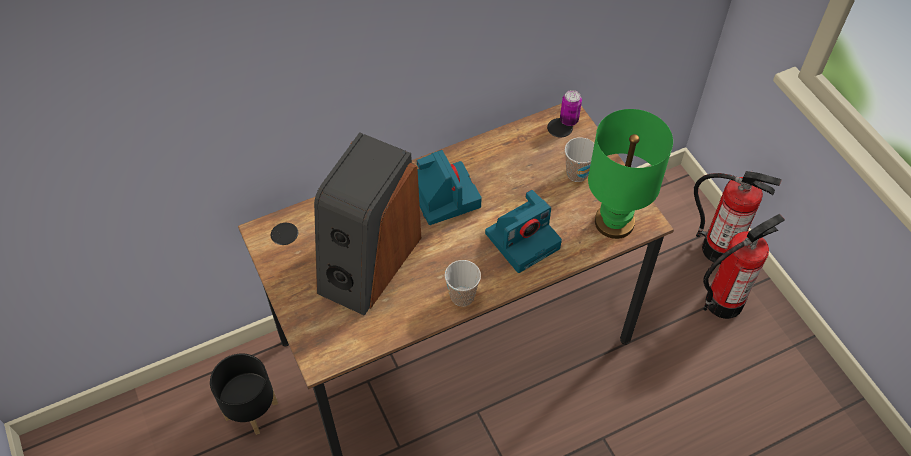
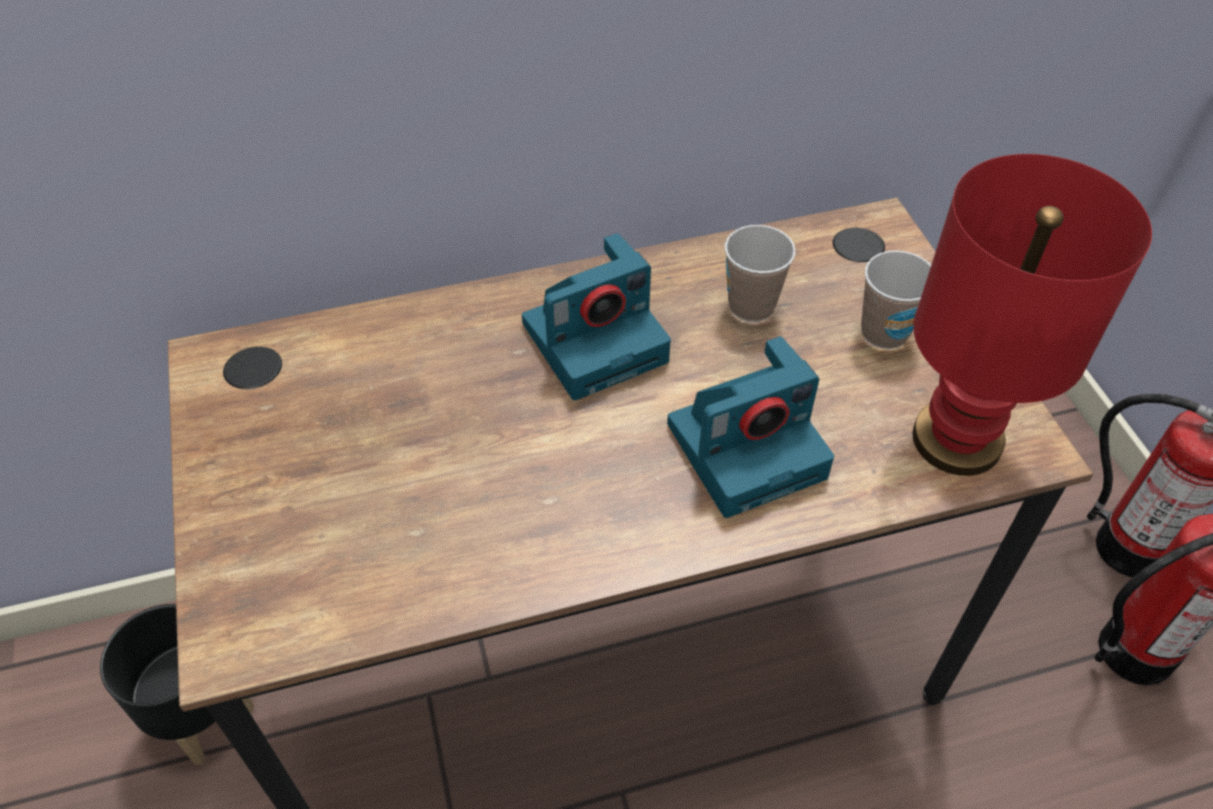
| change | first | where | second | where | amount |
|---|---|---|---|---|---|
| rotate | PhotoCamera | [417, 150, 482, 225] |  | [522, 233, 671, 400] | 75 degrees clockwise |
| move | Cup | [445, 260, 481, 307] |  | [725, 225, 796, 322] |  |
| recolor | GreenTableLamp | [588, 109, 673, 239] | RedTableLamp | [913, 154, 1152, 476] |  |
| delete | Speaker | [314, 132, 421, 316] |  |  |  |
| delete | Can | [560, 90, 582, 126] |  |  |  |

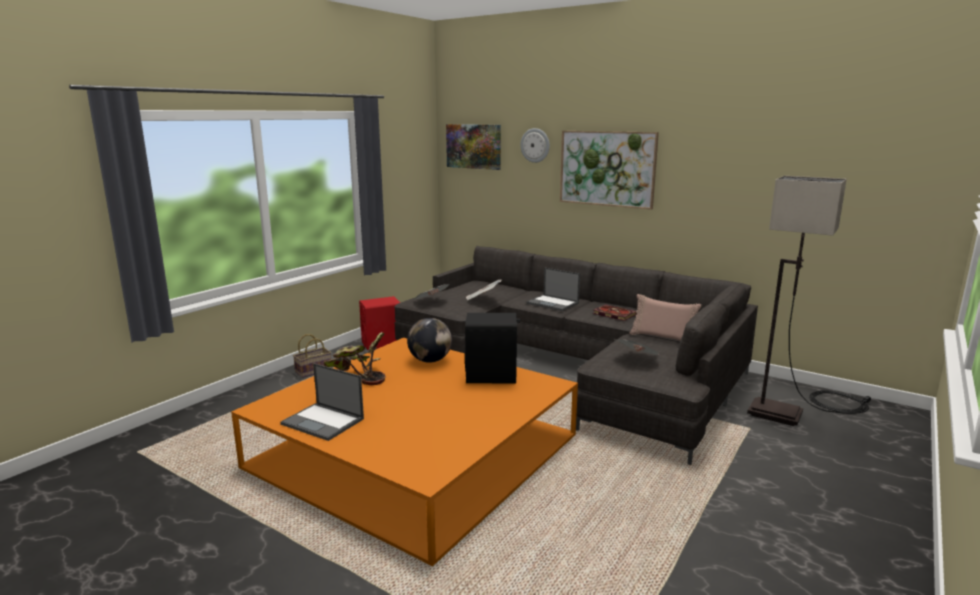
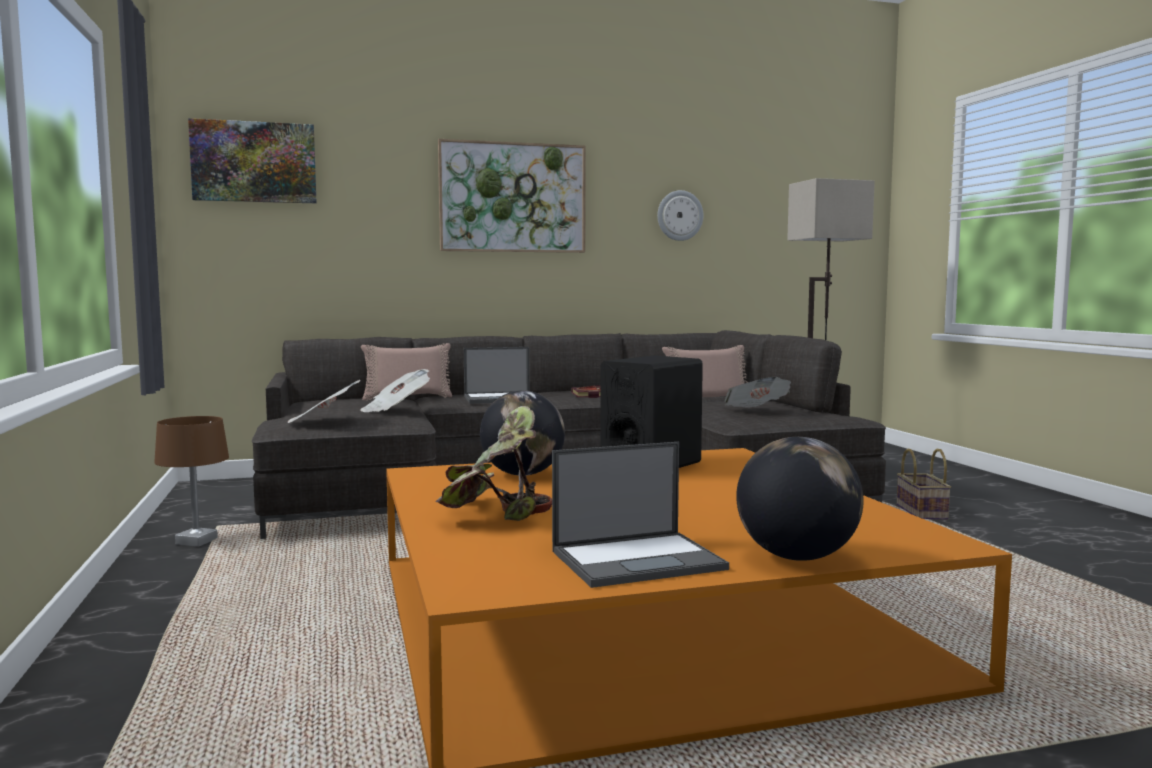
| change | first | where | second | where | amount |
|---|---|---|---|---|---|
| replace | RedSpeaker | [359, 296, 400, 350] | BrownTableLamp | [154, 416, 229, 547] |  |
| insert |  |  | BeigePillow | [361, 343, 452, 401] |  |
| move | WallClock | [520, 128, 550, 163] |  | [657, 190, 703, 241] |  |
| insert |  |  | Globe | [736, 437, 864, 561] |  |
| move | Basket | [293, 334, 332, 378] |  | [897, 449, 951, 520] |  |

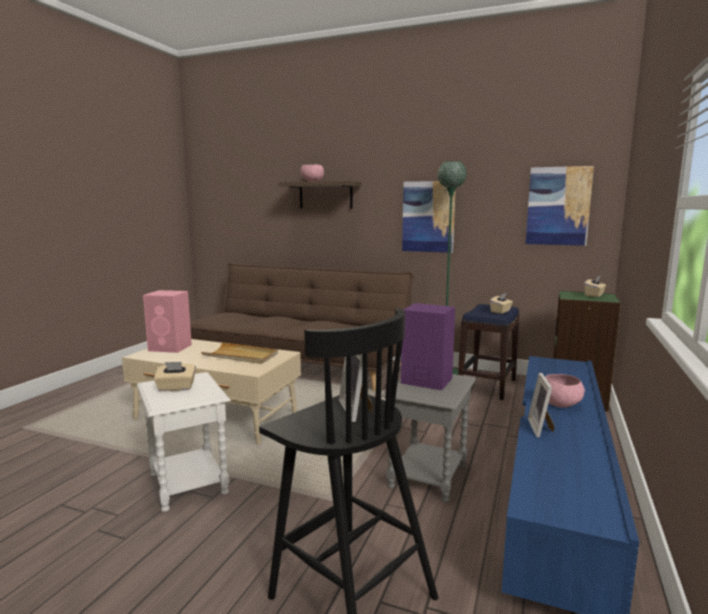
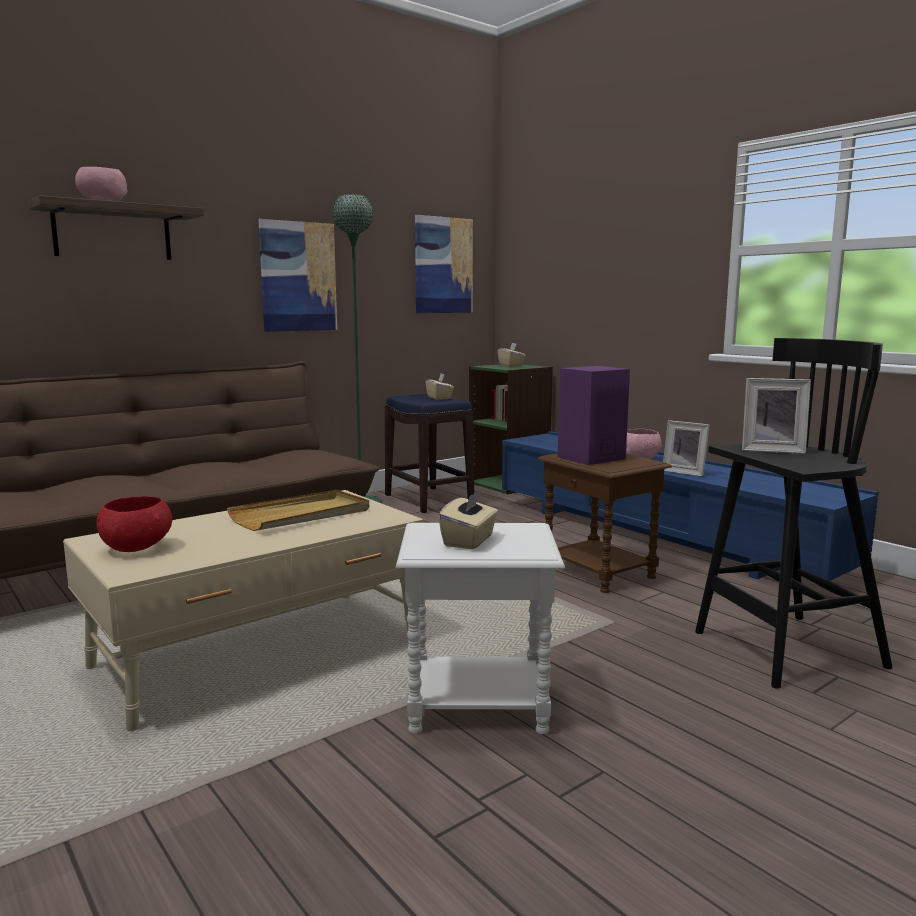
| change | first | where | second | where | amount |
|---|---|---|---|---|---|
| replace | PinkSpeaker | [143, 290, 192, 353] | RedBowl | [96, 496, 172, 552] |  |
| recolor | GreySideTable | [381, 374, 476, 502] | BrownSideTable | [537, 454, 672, 593] |  |

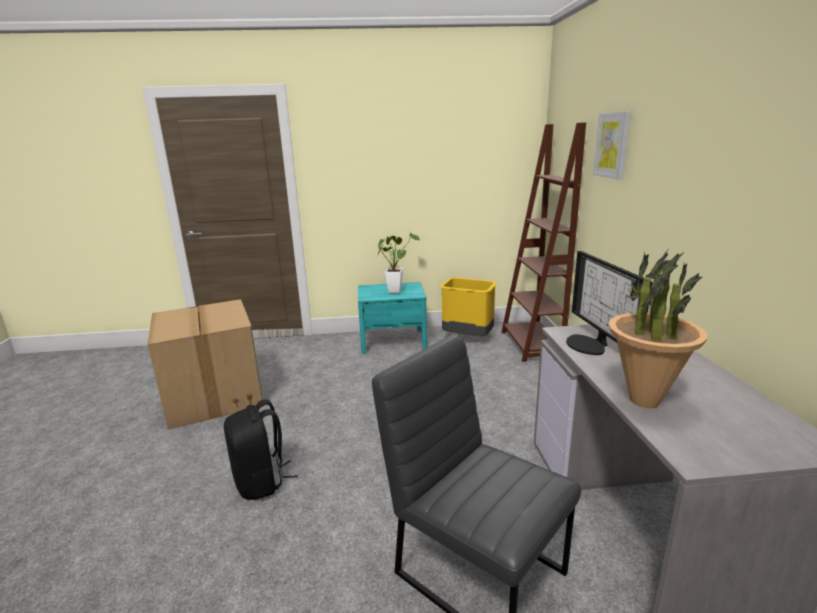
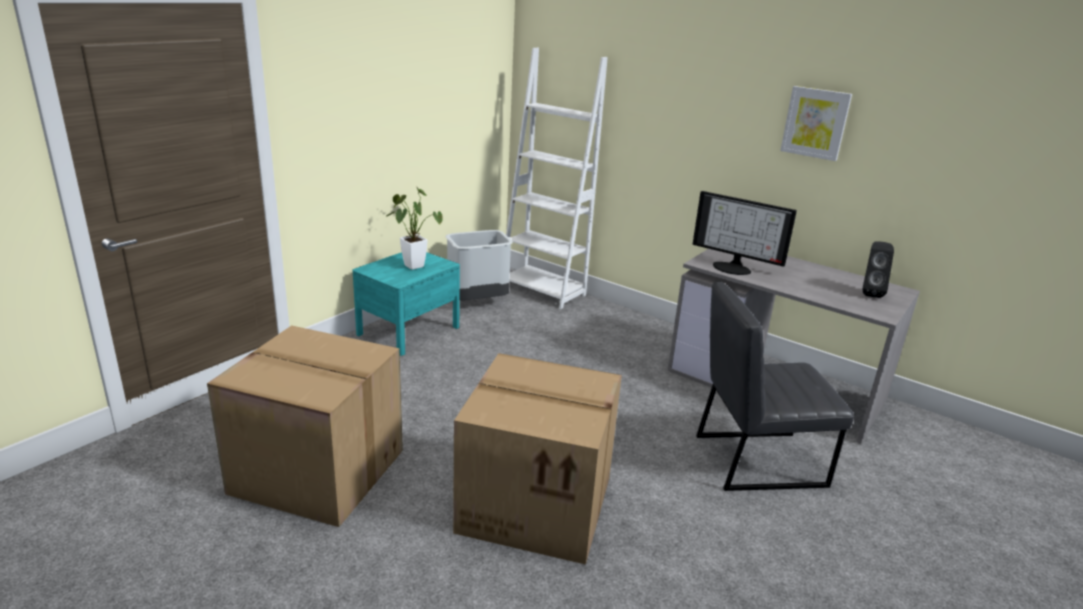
| change | first | where | second | where | amount |
|---|---|---|---|---|---|
| recolor | YellowTrashCan | [440, 278, 497, 336] | GreyTrashCan | [446, 230, 513, 300] |  |
| replace | BlackBackpack | [224, 399, 298, 500] | CardboardBox | [453, 353, 622, 565] |  |
| recolor | BrownBookcase | [501, 122, 586, 362] | WhiteBookcase | [506, 48, 608, 309] |  |
| move | Picture | [593, 111, 631, 179] |  | [780, 86, 852, 161] |  |
| insert |  |  | BlackSpeaker | [863, 241, 894, 298] |  |
| delete | PottedPlant | [609, 250, 707, 408] |  |  |  |

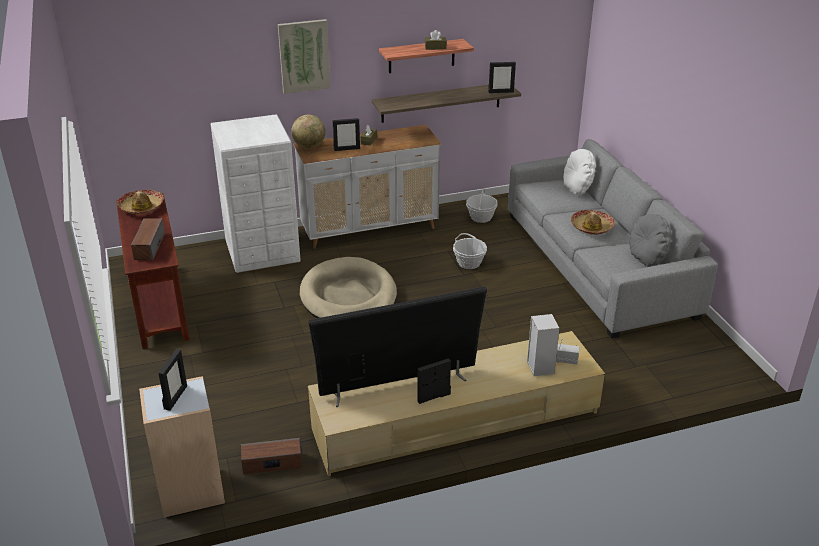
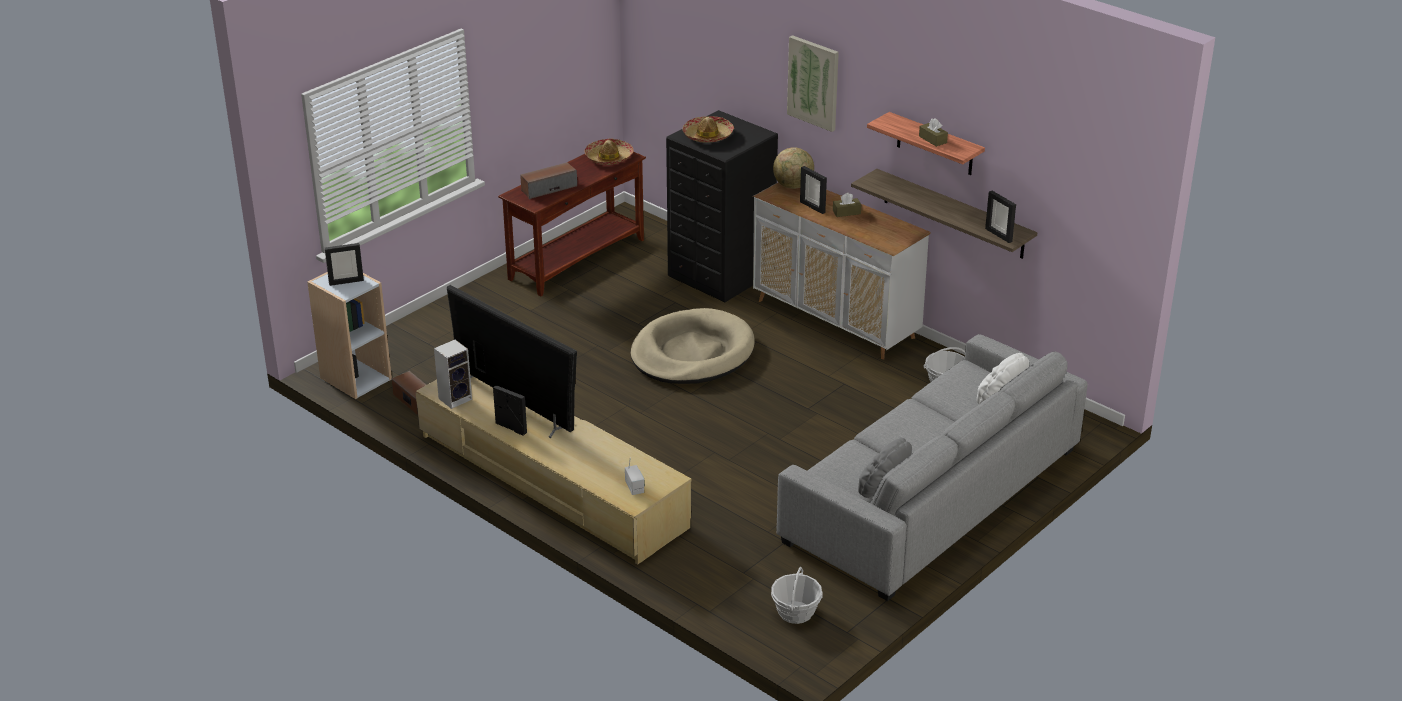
| change | first | where | second | where | amount |
|---|---|---|---|---|---|
| move | Speaker | [527, 314, 560, 376] |  | [434, 340, 472, 409] |  |
| recolor | WhiteDresser | [211, 114, 301, 273] | BlackDresser | [666, 110, 778, 302] |  |
| move | Hat | [571, 210, 615, 235] |  | [683, 116, 734, 143] |  |
| move | Basket | [453, 233, 487, 269] |  | [771, 567, 823, 624] |  |

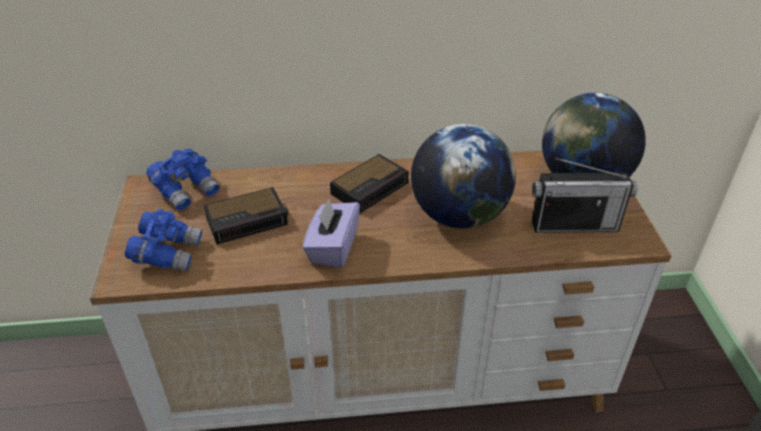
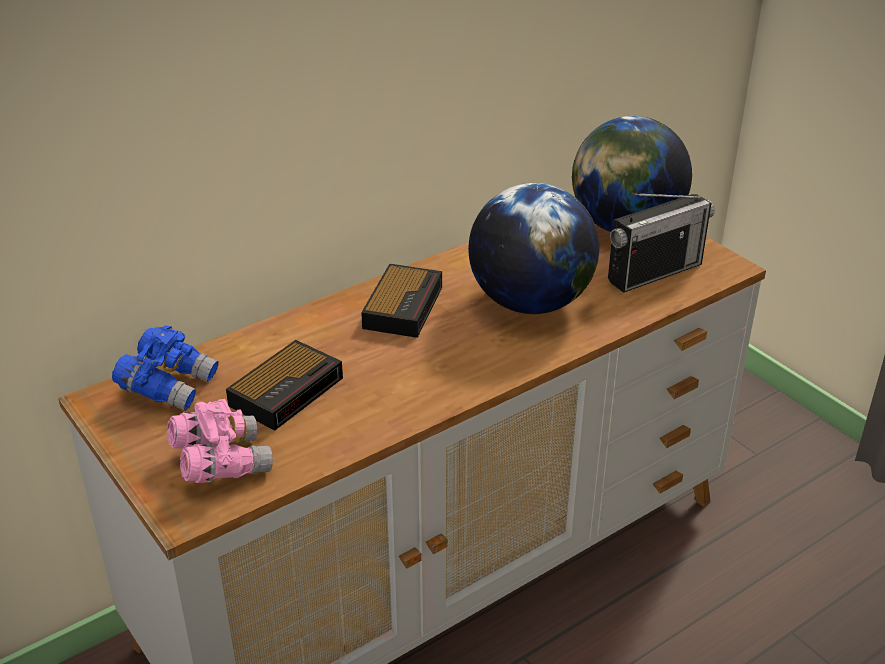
| change | first | where | second | where | amount |
|---|---|---|---|---|---|
| recolor | BlueBinoculars | [125, 209, 202, 271] | PinkBinoculars | [167, 399, 273, 483] |  |
| delete | PurpleTissueBox | [303, 198, 360, 268] |  |  |  |

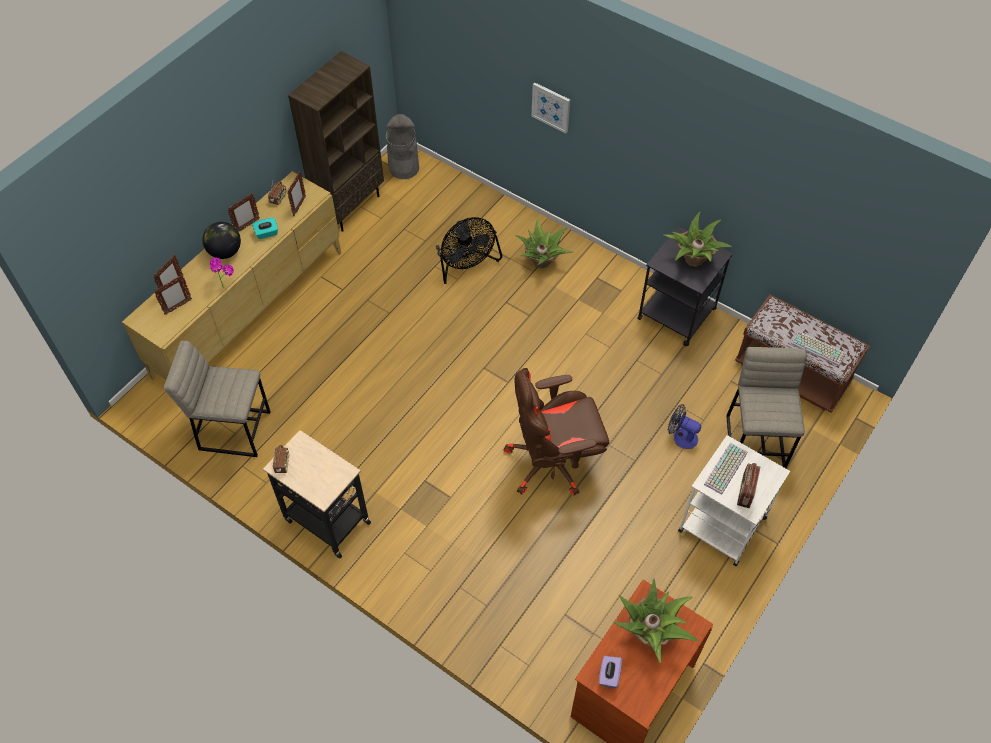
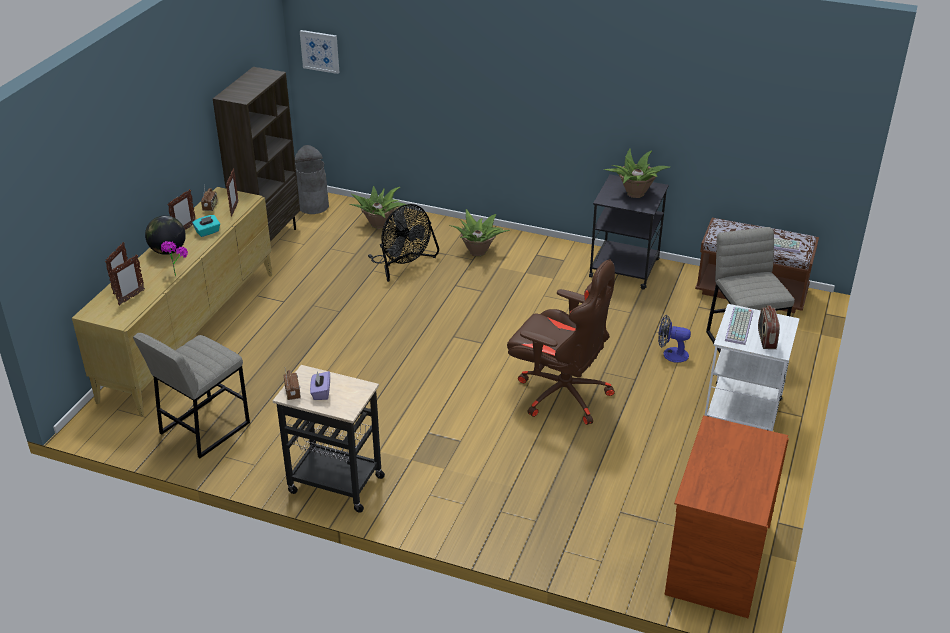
| change | first | where | second | where | amount |
|---|---|---|---|---|---|
| rotate | GreyChair | [164, 341, 271, 457] |  | [133, 333, 250, 458] | 45 degrees counterclockwise |
| move | Picture | [531, 82, 570, 133] |  | [300, 30, 339, 74] |  |
| move | PurpleTissueBox | [599, 656, 622, 688] |  | [310, 371, 330, 400] |  |
| move | PottedPlant | [613, 578, 698, 663] |  | [350, 186, 409, 229] |  |
| rotate | BrownOfficeChair | [504, 368, 609, 495] |  | [507, 259, 615, 425] | 120 degrees counterclockwise |

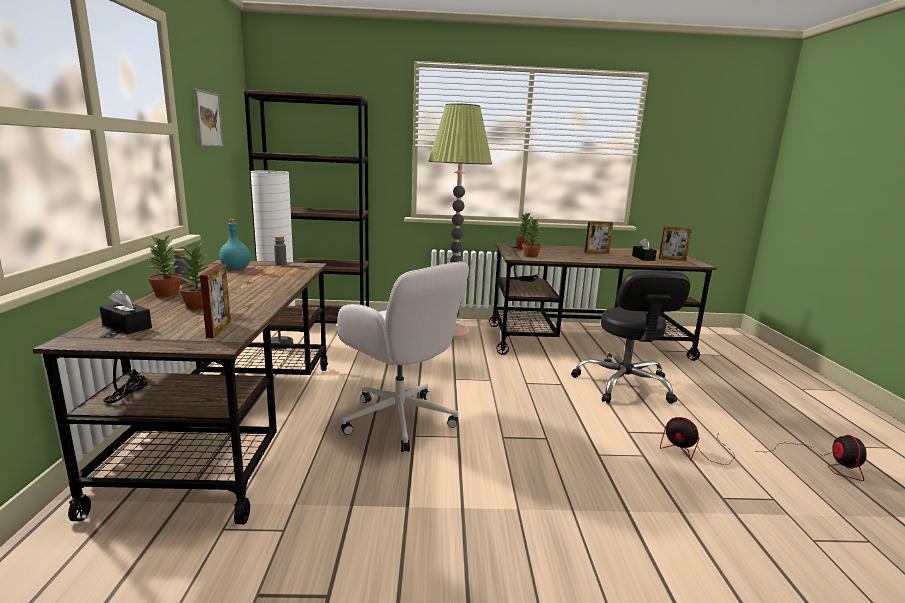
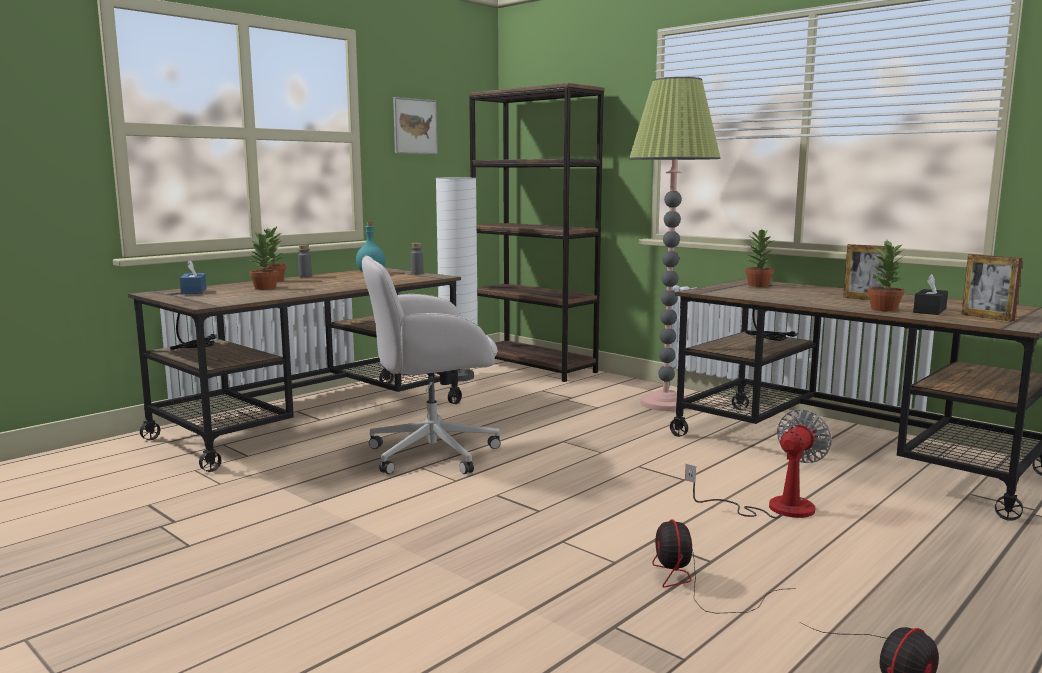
| change | first | where | second | where | amount |
|---|---|---|---|---|---|
| recolor | BlackTissueBox | [100, 289, 152, 334] | BlueTissueBox | [180, 260, 206, 294] |  |
| rotate | WhiteOfficeChair | [337, 261, 469, 452] |  | [362, 256, 501, 474] | 75 degrees clockwise |
| replace | BlackOfficeChair | [571, 270, 690, 404] | Fan | [685, 409, 832, 518] |  |
| move | PottedPlant | [522, 217, 541, 257] |  | [867, 240, 905, 312] |  |
| delete | PictureFrame | [200, 264, 231, 338] |  |  |  |

